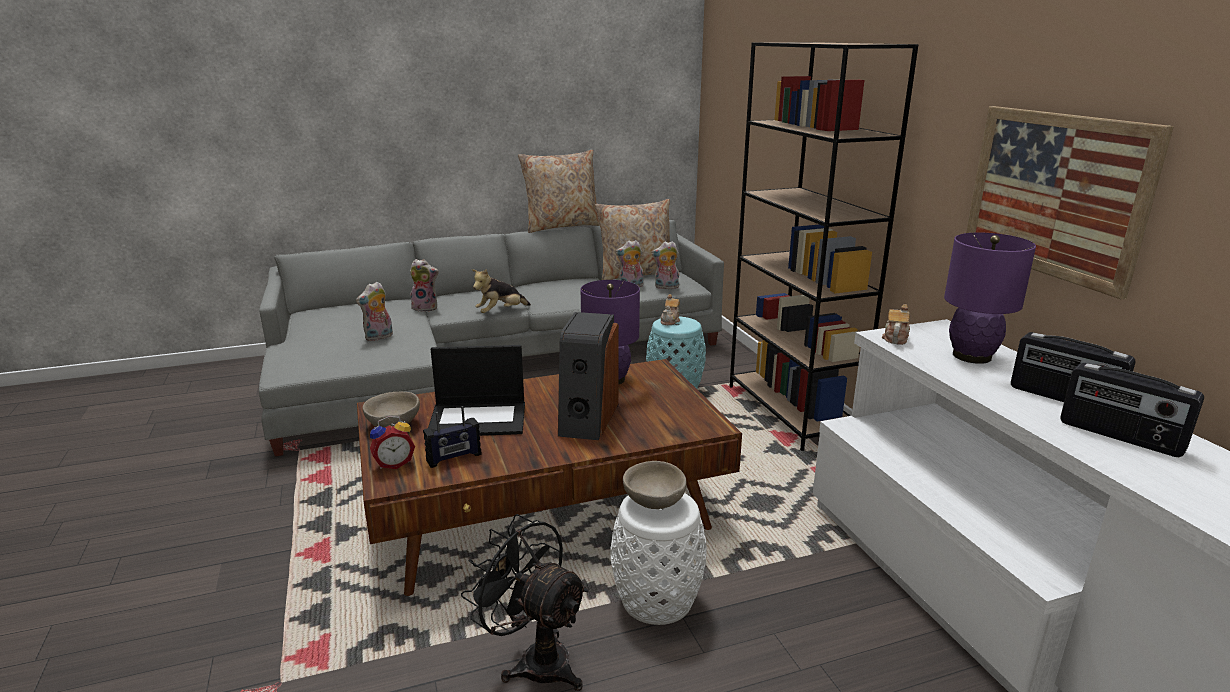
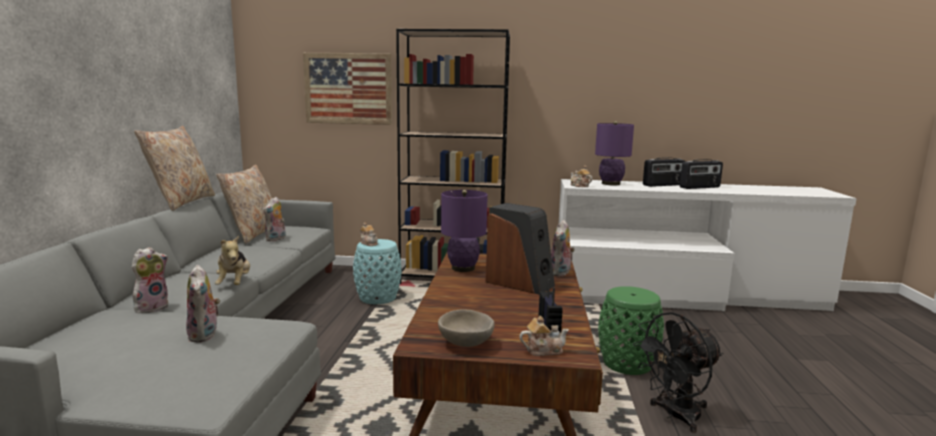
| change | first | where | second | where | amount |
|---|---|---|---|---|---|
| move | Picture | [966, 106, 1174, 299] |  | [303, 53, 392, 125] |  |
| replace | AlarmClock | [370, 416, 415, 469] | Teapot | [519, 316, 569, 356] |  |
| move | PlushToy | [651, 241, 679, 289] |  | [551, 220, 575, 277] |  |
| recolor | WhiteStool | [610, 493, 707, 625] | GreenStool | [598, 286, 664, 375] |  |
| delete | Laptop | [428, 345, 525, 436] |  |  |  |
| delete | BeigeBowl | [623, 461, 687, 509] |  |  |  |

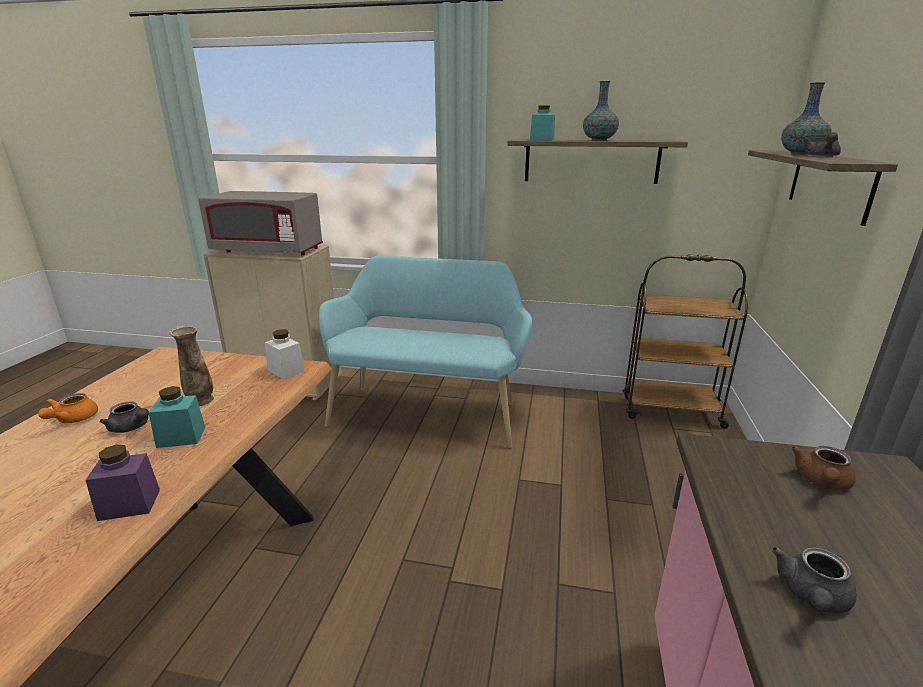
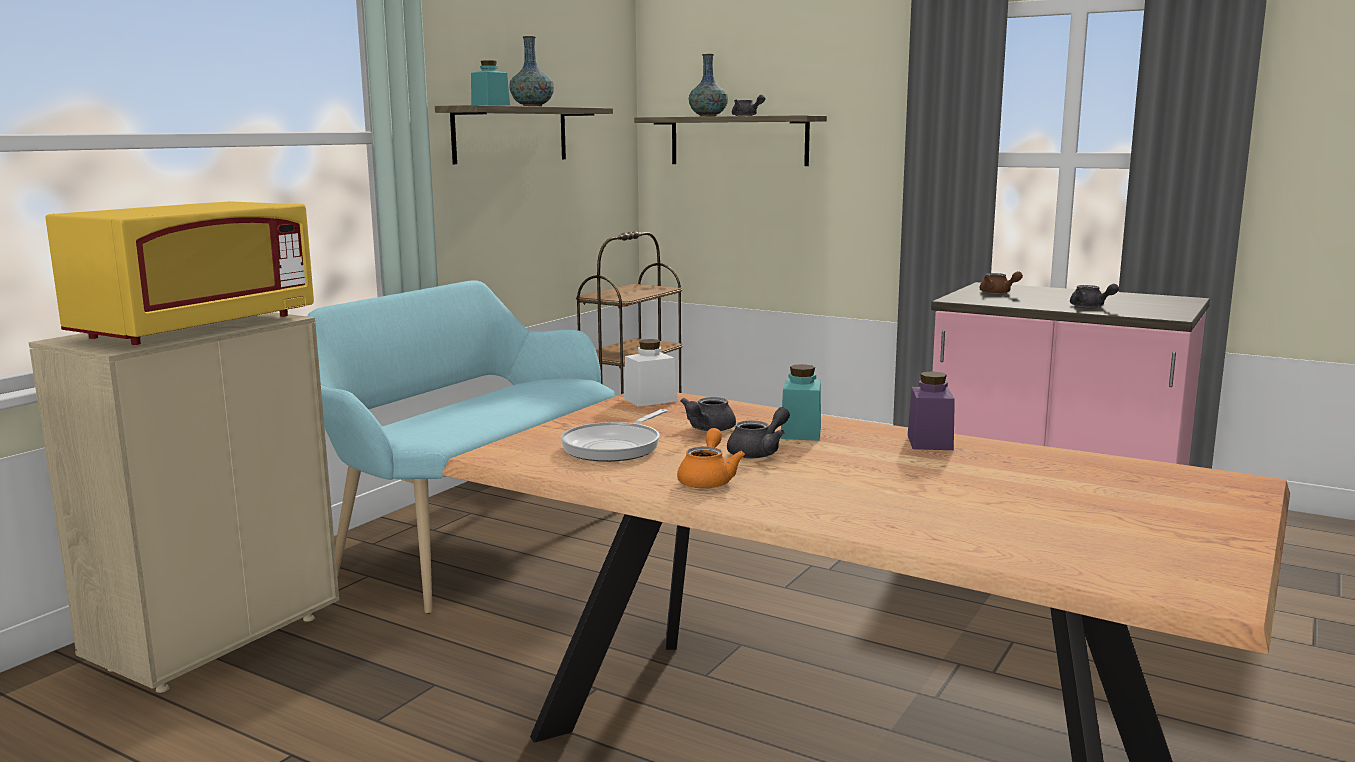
| change | first | where | second | where | amount |
|---|---|---|---|---|---|
| recolor | GreyMicrowave | [198, 191, 323, 256] | YellowMicrowave | [45, 201, 314, 345] |  |
| insert |  |  | FryingPan | [561, 409, 668, 462] |  |
| rotate | OrangeTeapot | [38, 393, 98, 423] |  | [677, 428, 745, 489] | 105 degrees counterclockwise |
| replace | Vase | [168, 325, 214, 406] | GreyTeapot | [681, 397, 736, 431] |  |

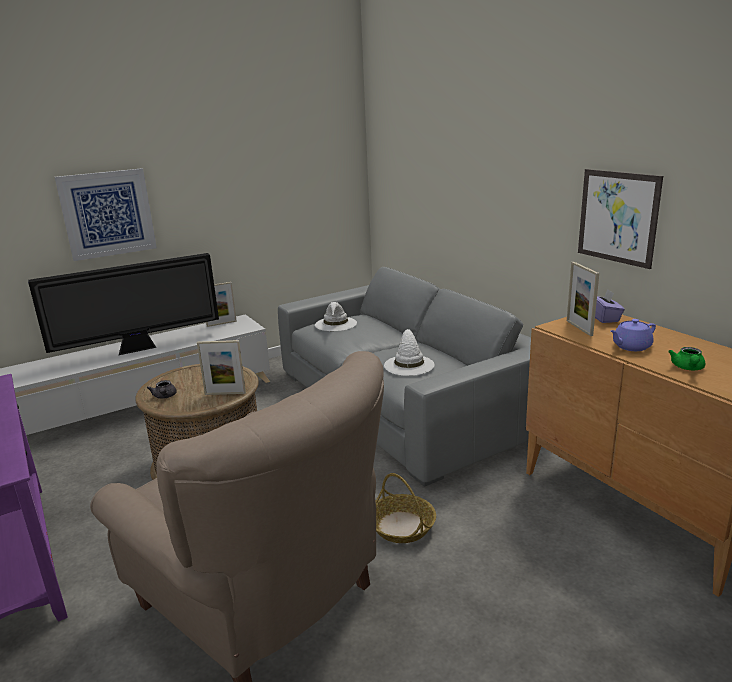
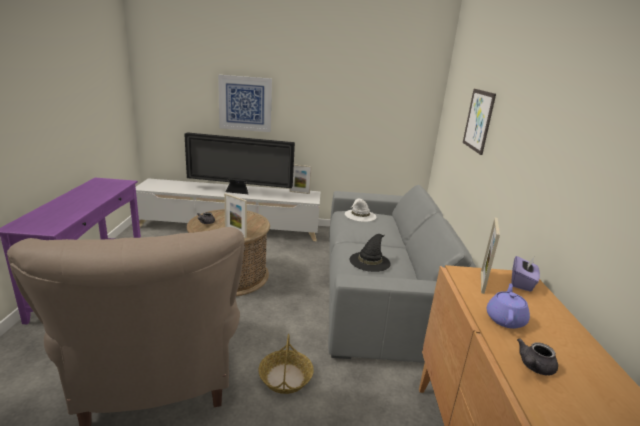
| change | first | where | second | where | amount |
|---|---|---|---|---|---|
| recolor | WhiteHat | [384, 329, 435, 376] | BlackHat | [350, 234, 391, 272] |  |
| move | Picture | [578, 169, 663, 269] |  | [463, 89, 496, 155] |  |
| rotate | PurpleTeapot | [610, 319, 656, 351] |  | [487, 283, 530, 329] | 105 degrees clockwise |
| recolor | GreenTeapot | [668, 347, 705, 370] | GreyTeapot | [517, 338, 558, 375] |  |

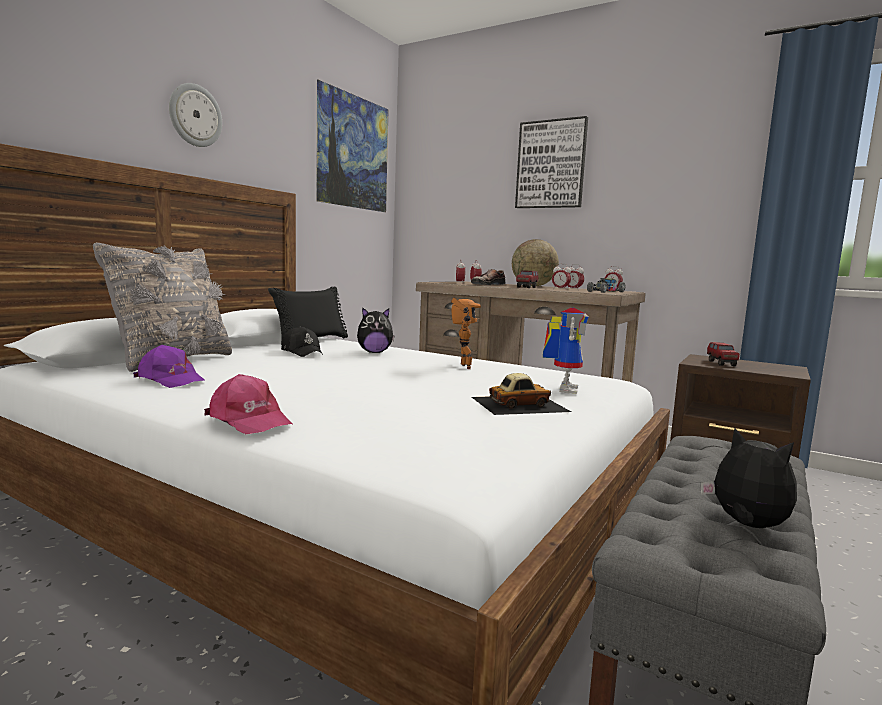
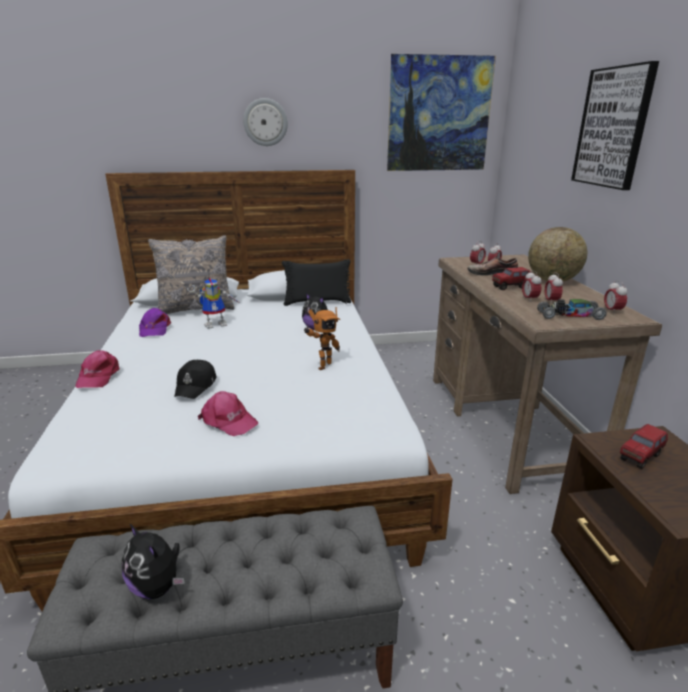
| change | first | where | second | where | amount |
|---|---|---|---|---|---|
| rotate | PlushToy | [701, 428, 797, 528] |  | [122, 524, 185, 599] | 120 degrees clockwise |
| move | BlackCap | [281, 326, 323, 357] |  | [174, 360, 216, 399] |  |
| move | ToyRobot | [543, 308, 589, 394] |  | [187, 278, 238, 329] |  |
| replace | ToyCar | [472, 373, 571, 415] | PinkCap | [198, 391, 258, 436] |  |

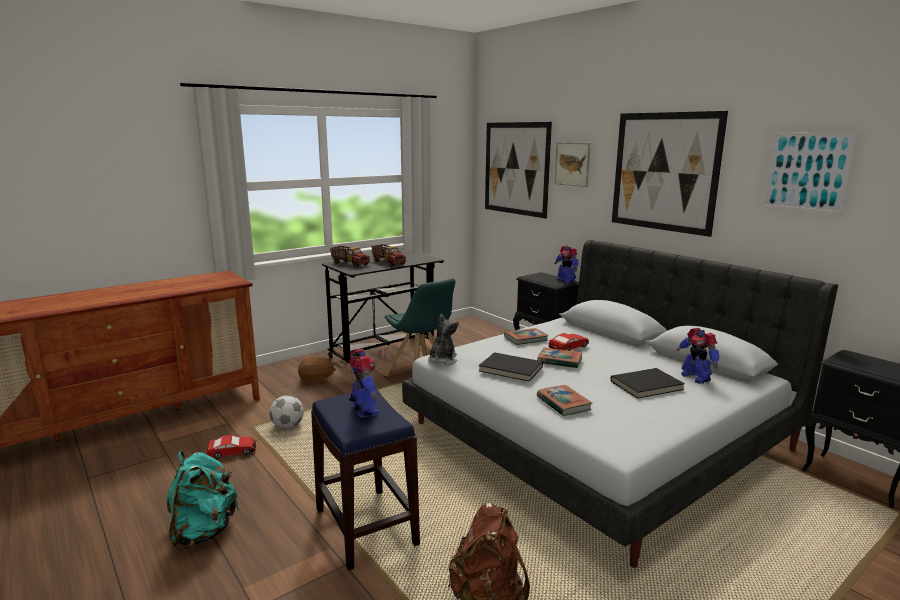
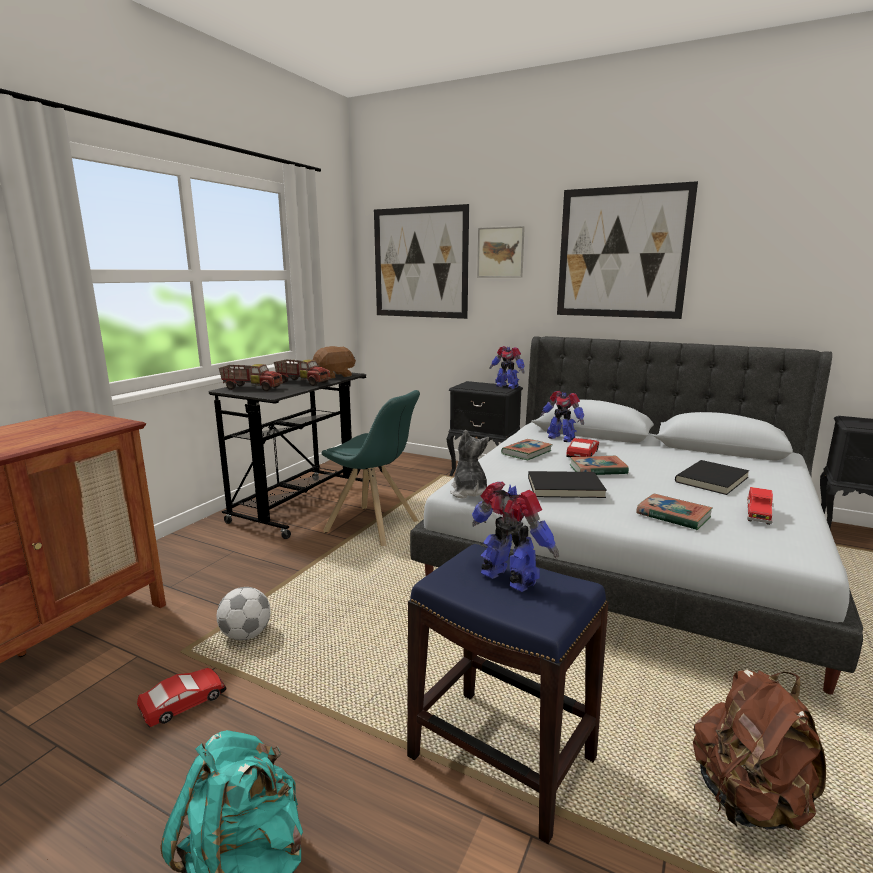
| change | first | where | second | where | amount |
|---|---|---|---|---|---|
| move | BrownPlushToy | [298, 356, 336, 385] |  | [313, 346, 356, 378] |  |
| move | ToyRobot | [676, 328, 720, 384] |  | [540, 391, 584, 442] |  |
| insert |  |  | RedToyCar | [747, 487, 774, 525] |  |
| delete | Picture | [761, 132, 858, 215] |  |  |  |

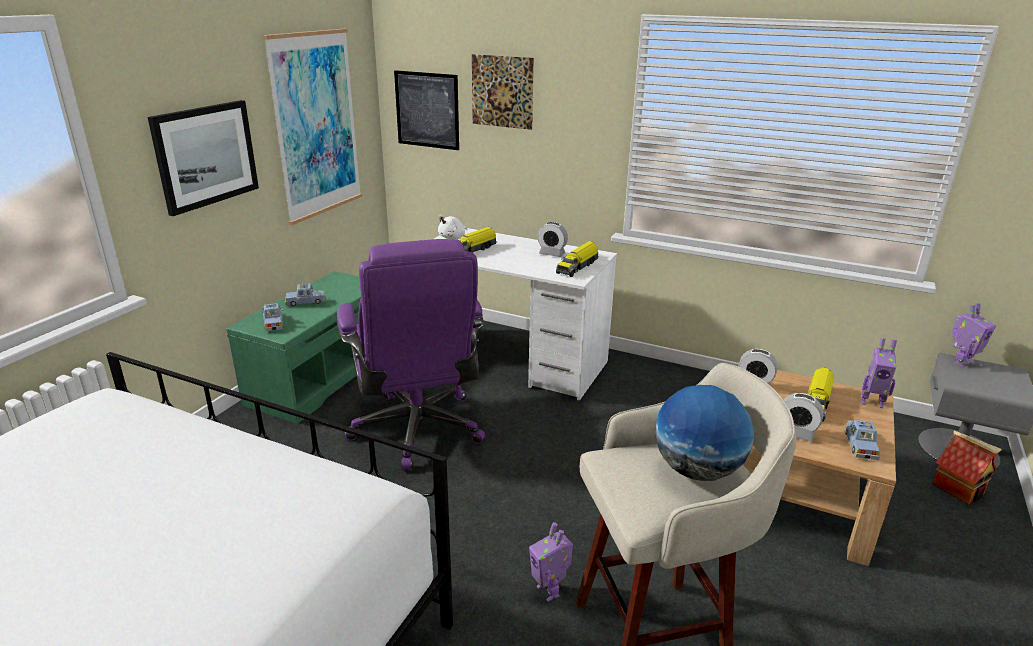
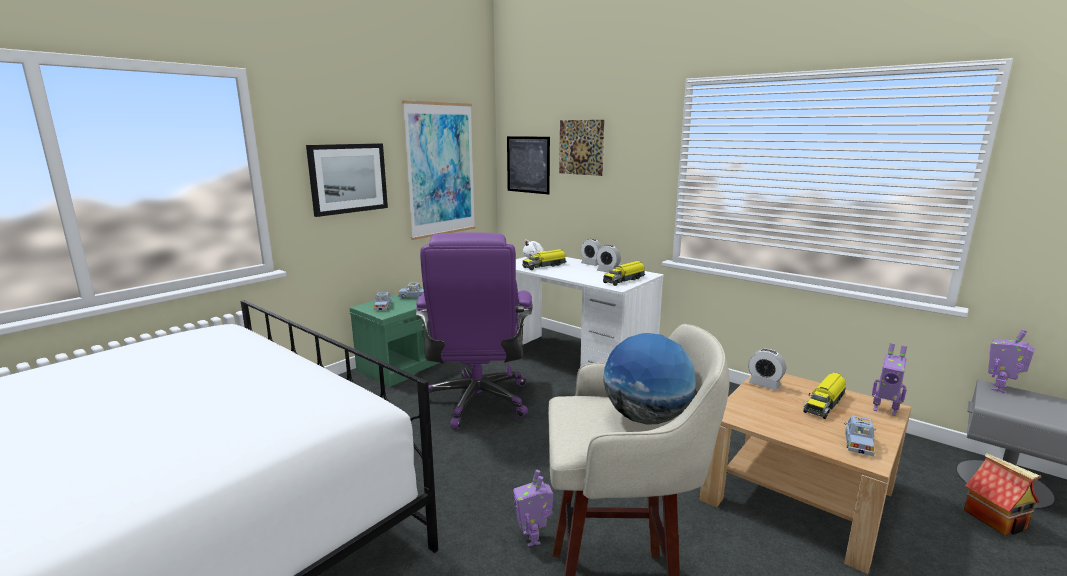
| change | first | where | second | where | amount |
|---|---|---|---|---|---|
| move | AlarmClock | [784, 393, 824, 442] |  | [581, 239, 602, 266] |  |
| rotate | ToyRobot | [951, 303, 996, 367] |  | [988, 329, 1035, 393] | 150 degrees clockwise |

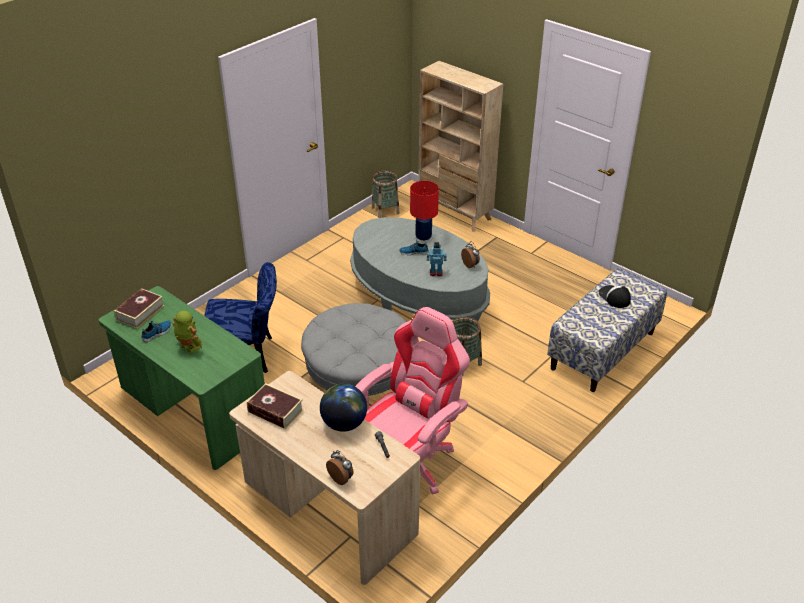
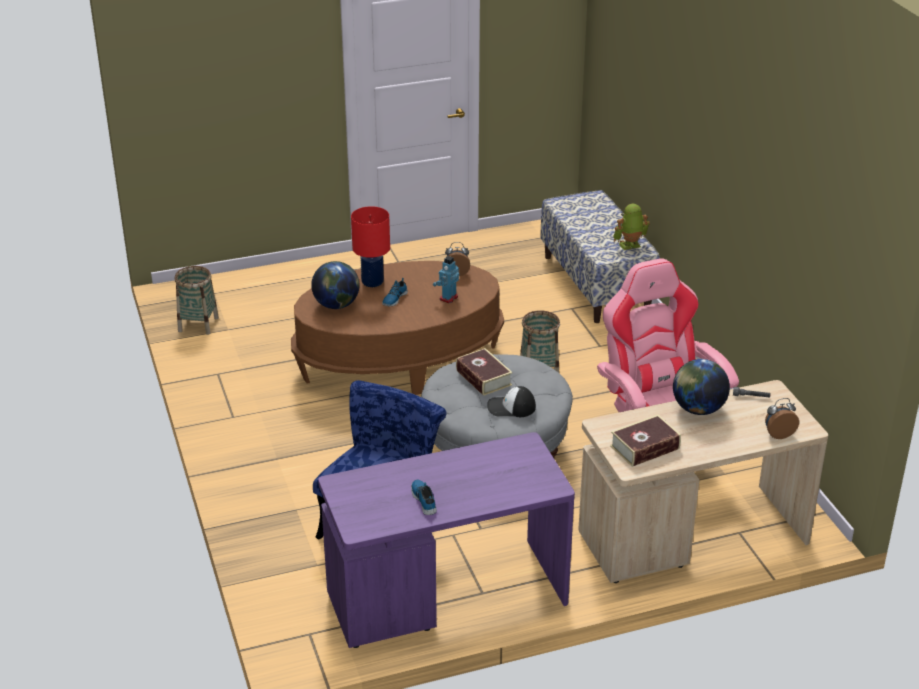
| change | first | where | second | where | amount |
|---|---|---|---|---|---|
| recolor | GreyCoffeeTable | [350, 217, 490, 322] | BrownCoffeeTable | [291, 261, 504, 395] |  |
| insert |  |  | Globe | [311, 261, 359, 309] |  |
| recolor | GreenDesk | [98, 286, 265, 470] | PurpleDesk | [318, 432, 575, 648] |  |
| move | Book | [114, 288, 164, 329] |  | [456, 348, 512, 396] |  |
| move | Cap | [599, 285, 631, 308] |  | [487, 386, 536, 417] |  |
| move | ToyRobot | [173, 311, 202, 354] |  | [613, 204, 650, 250] |  |
| delete | BeigeBookcase | [418, 61, 503, 232] |  |  |  |

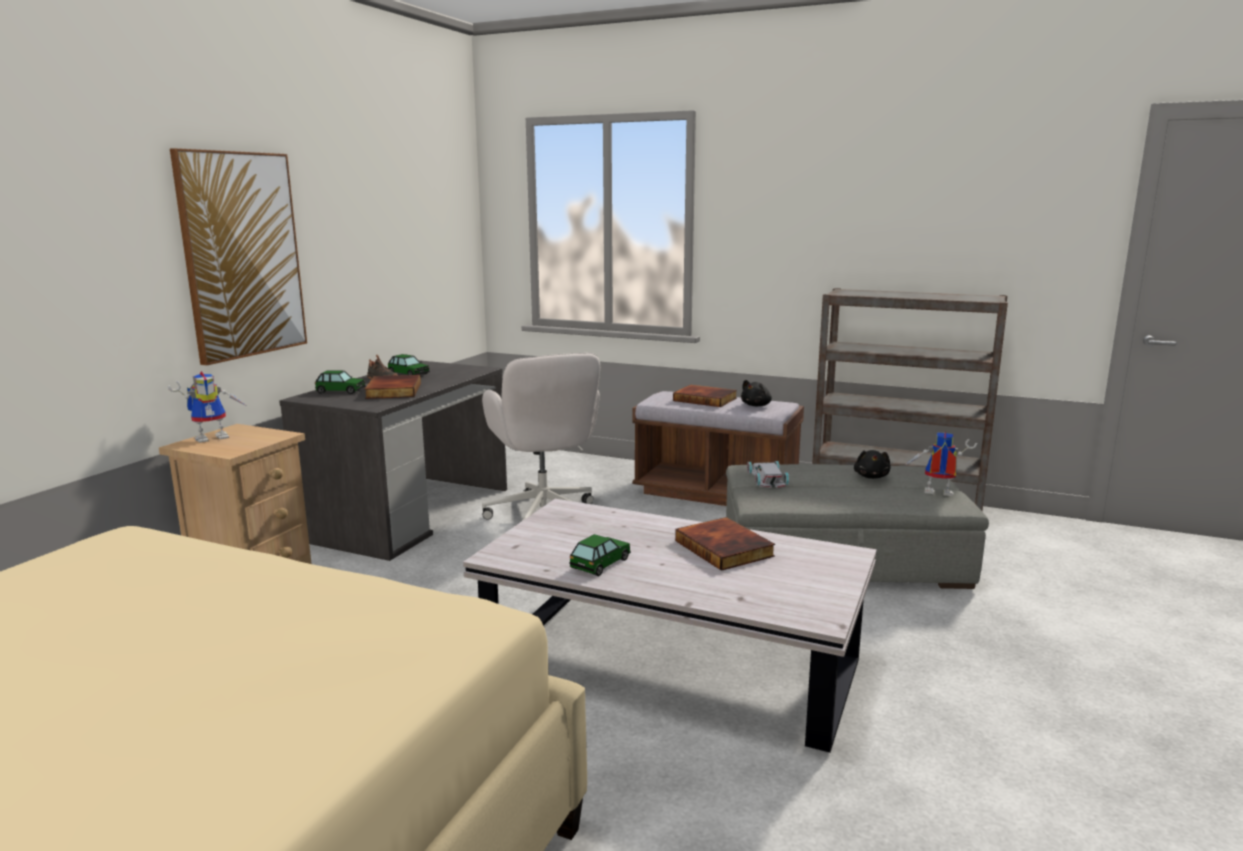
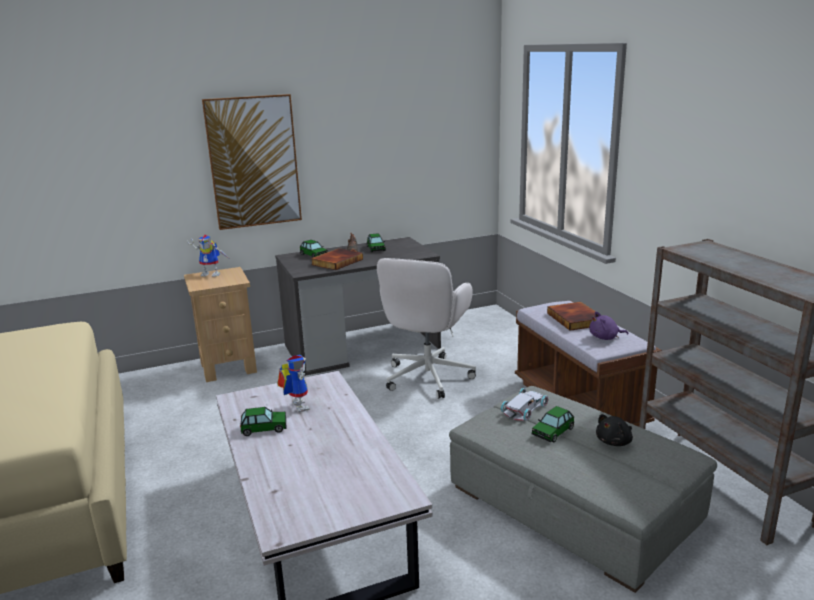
| change | first | where | second | where | amount |
|---|---|---|---|---|---|
| move | ToyRobot | [905, 432, 977, 496] |  | [277, 355, 309, 412] |  |
| insert |  |  | ToyCar | [532, 406, 574, 442] |  |
| recolor | BlackPlushToy | [741, 380, 772, 406] | PurplePlushToy | [589, 312, 628, 340] |  |
| delete | Book | [675, 517, 775, 571] |  |  |  |

